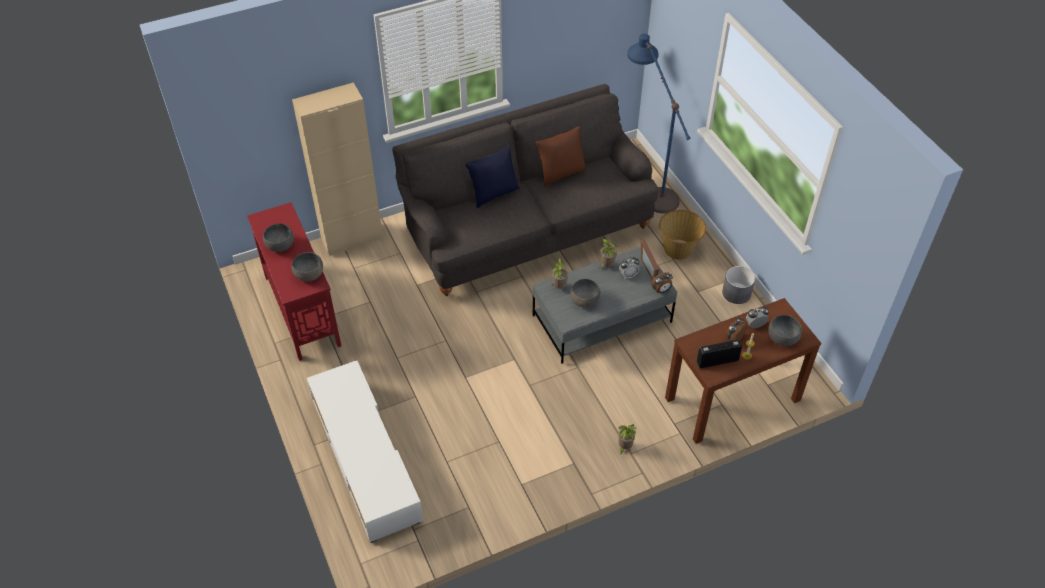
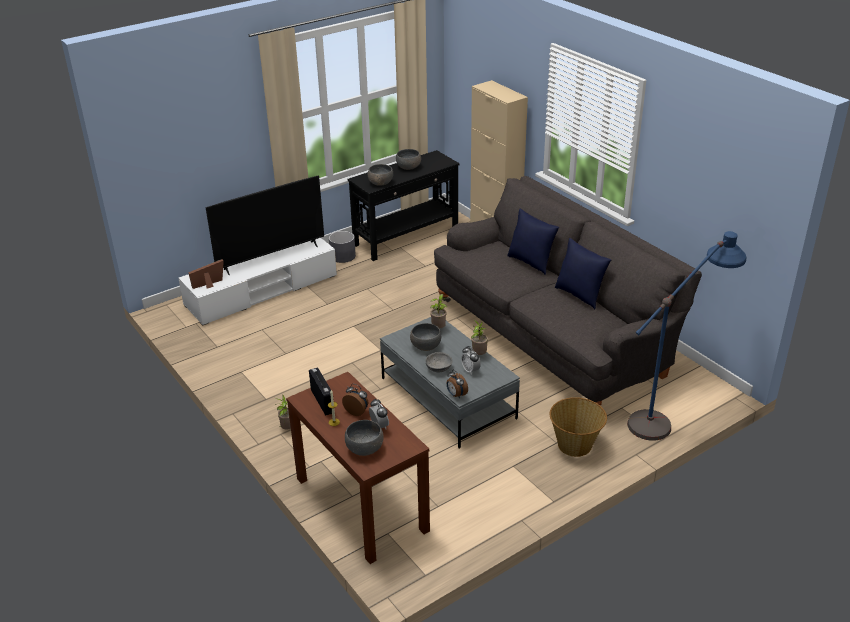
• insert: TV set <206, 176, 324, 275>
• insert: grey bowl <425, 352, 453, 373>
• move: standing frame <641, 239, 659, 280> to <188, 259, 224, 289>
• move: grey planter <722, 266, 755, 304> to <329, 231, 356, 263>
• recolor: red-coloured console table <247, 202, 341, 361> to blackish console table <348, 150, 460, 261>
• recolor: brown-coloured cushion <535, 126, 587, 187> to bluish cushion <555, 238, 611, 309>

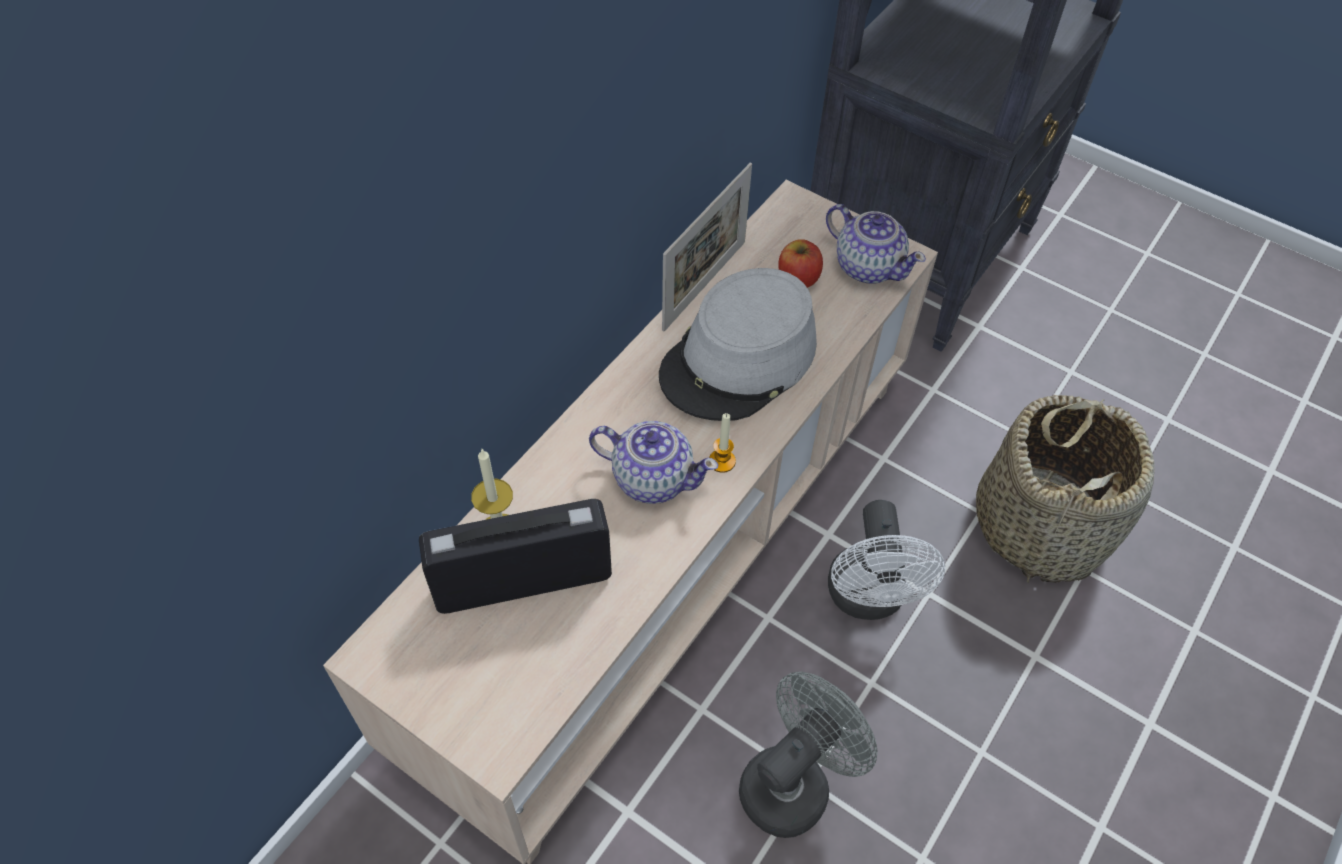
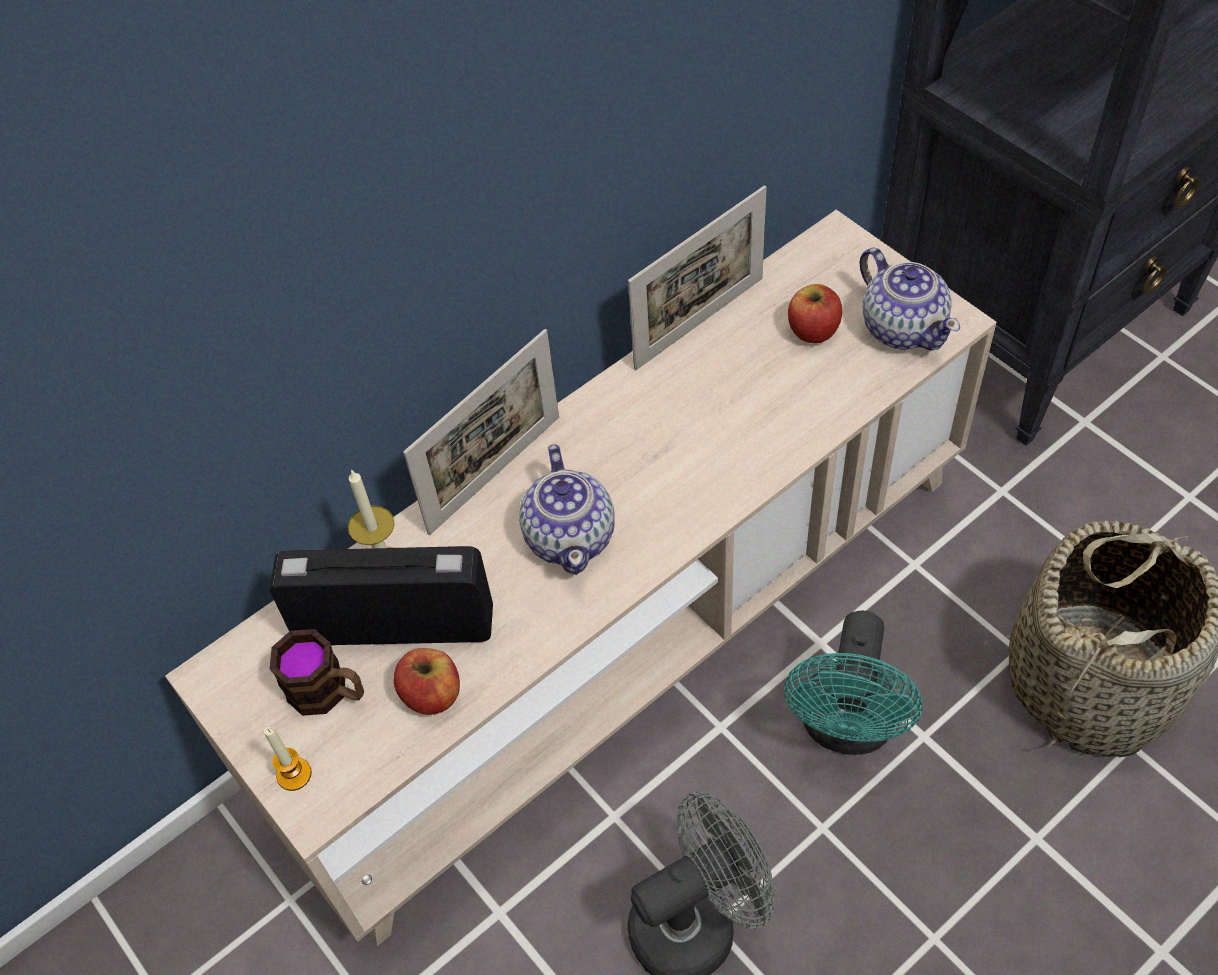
• delete: grey hat <659, 268, 817, 421>
• insert: mug <270, 629, 364, 716>
• insert: apple fruit <394, 648, 460, 715>
• insert: standing frame <403, 329, 559, 535>
• move: candle <709, 413, 736, 473> to <264, 727, 312, 791>
• recolor: white-coloured fan <828, 500, 945, 620> to turquoise fan <784, 610, 922, 755>
• rotate: teapot <589, 421, 718, 504> = <519, 444, 614, 575> 45 degrees clockwise

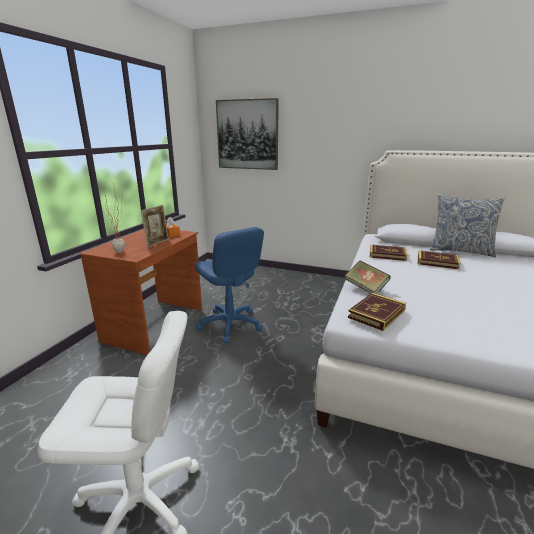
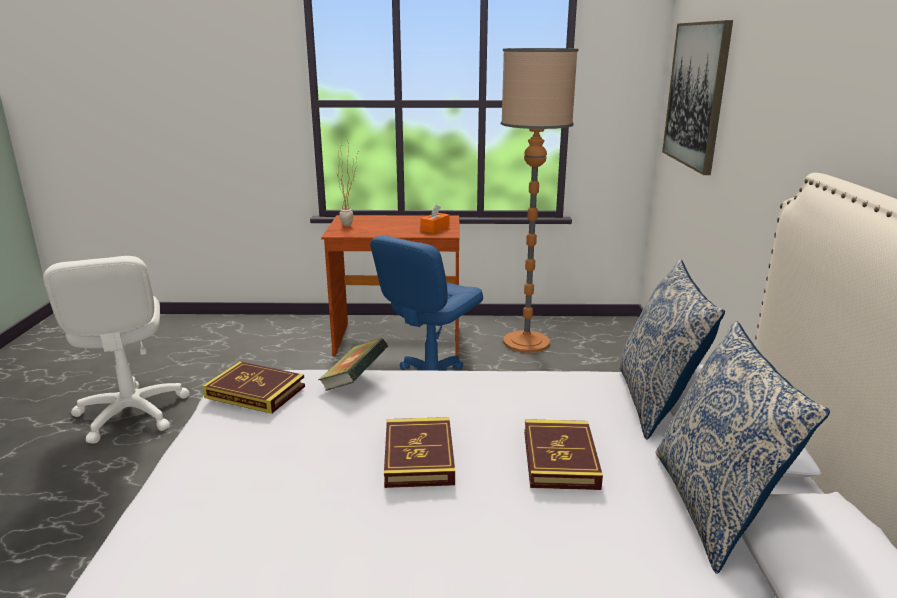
• delete: standing frame <141, 205, 169, 247>
• insert: floor lamp <501, 48, 578, 353>
• insert: cushion <619, 260, 725, 440>
• move: volume <369, 245, 408, 261> to <384, 417, 455, 488>

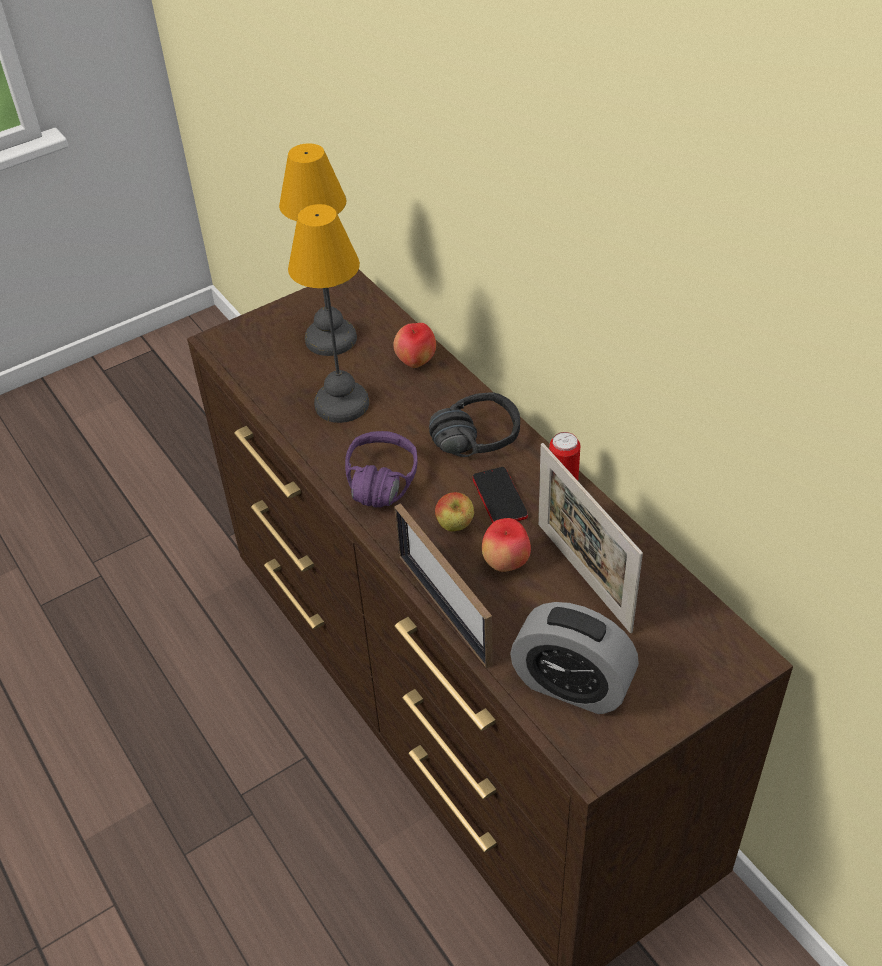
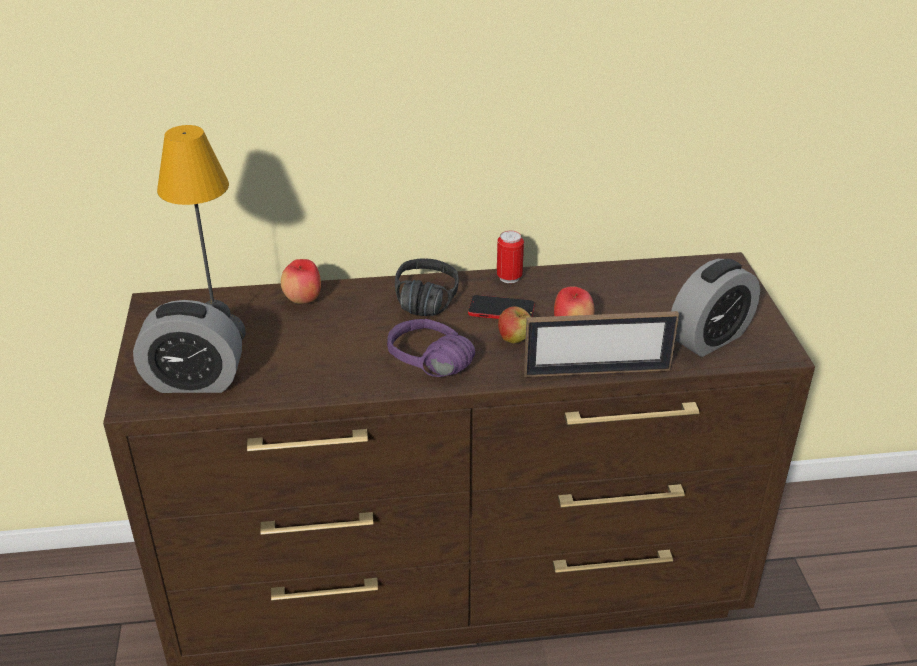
• delete: table lamp <288, 204, 369, 423>
• delete: standing frame <538, 443, 643, 633>
• insert: alarm clock <133, 300, 242, 393>

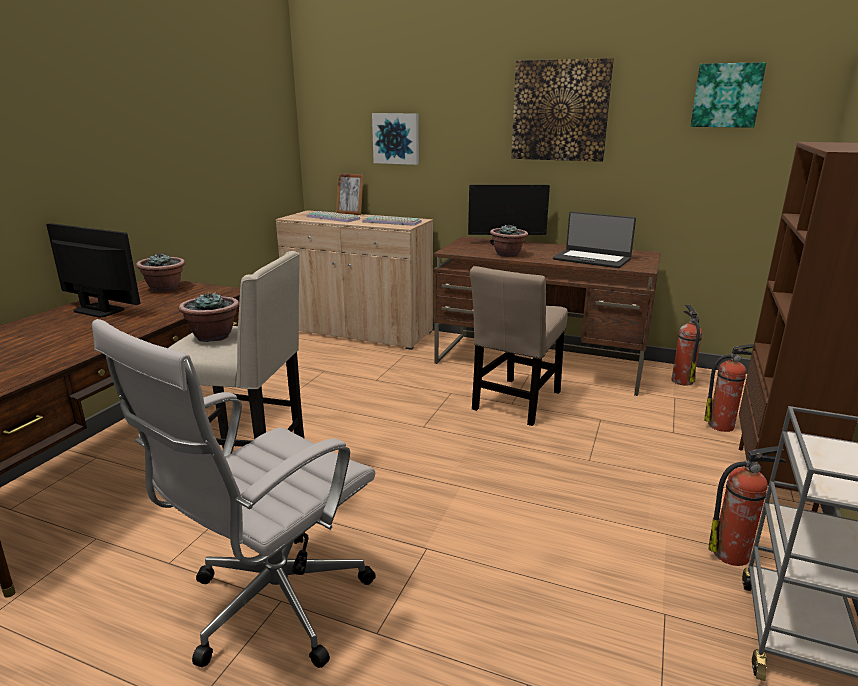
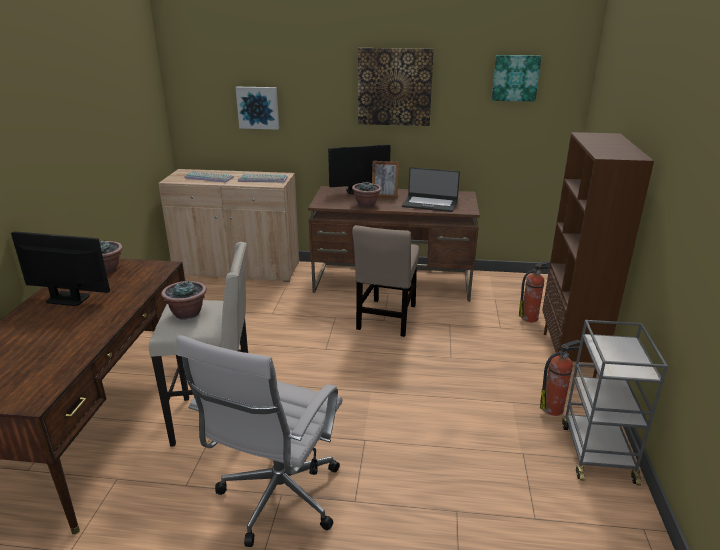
• delete: fire-fighting cylinder <672, 304, 702, 385>
• move: standing frame <336, 173, 364, 215> to <372, 161, 399, 198>

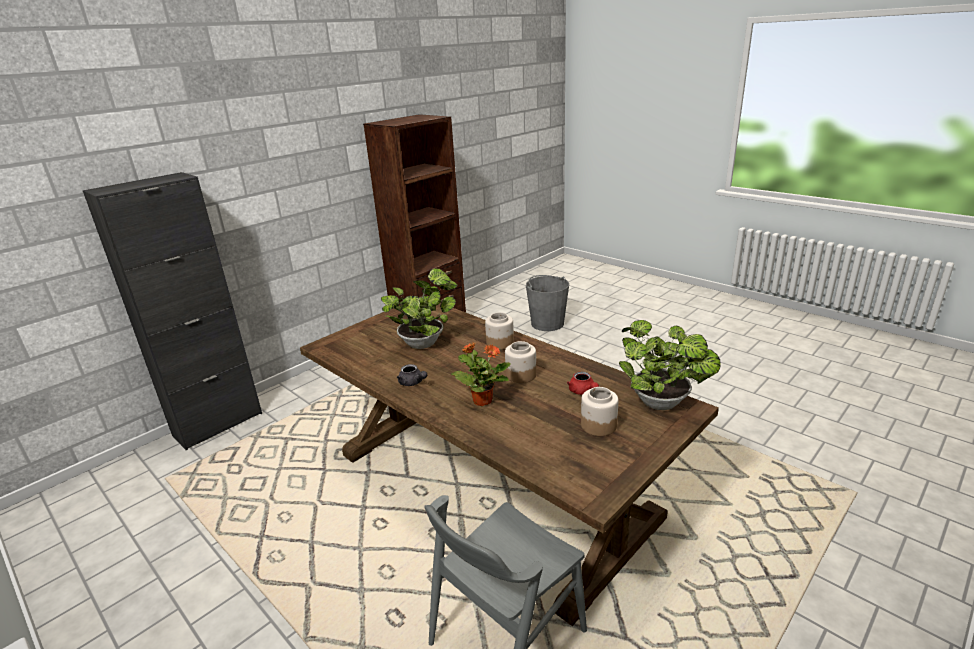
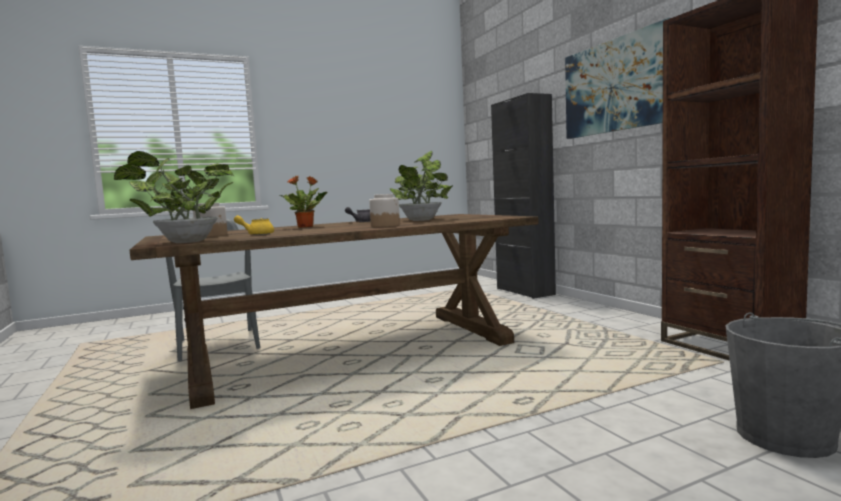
• delete: jar <505, 341, 536, 383>
• insert: picture <565, 18, 670, 139>
• recolor: red-coloured teapot <567, 372, 599, 395> to yellowish teapot <234, 215, 274, 235>

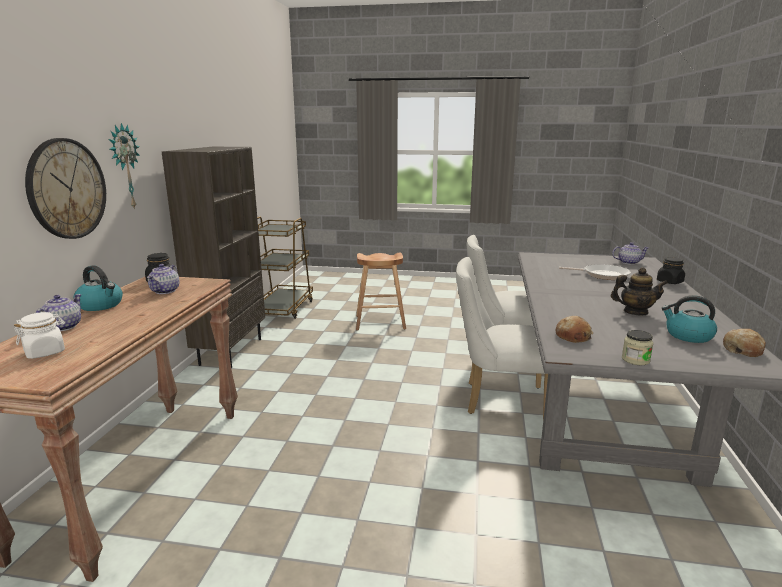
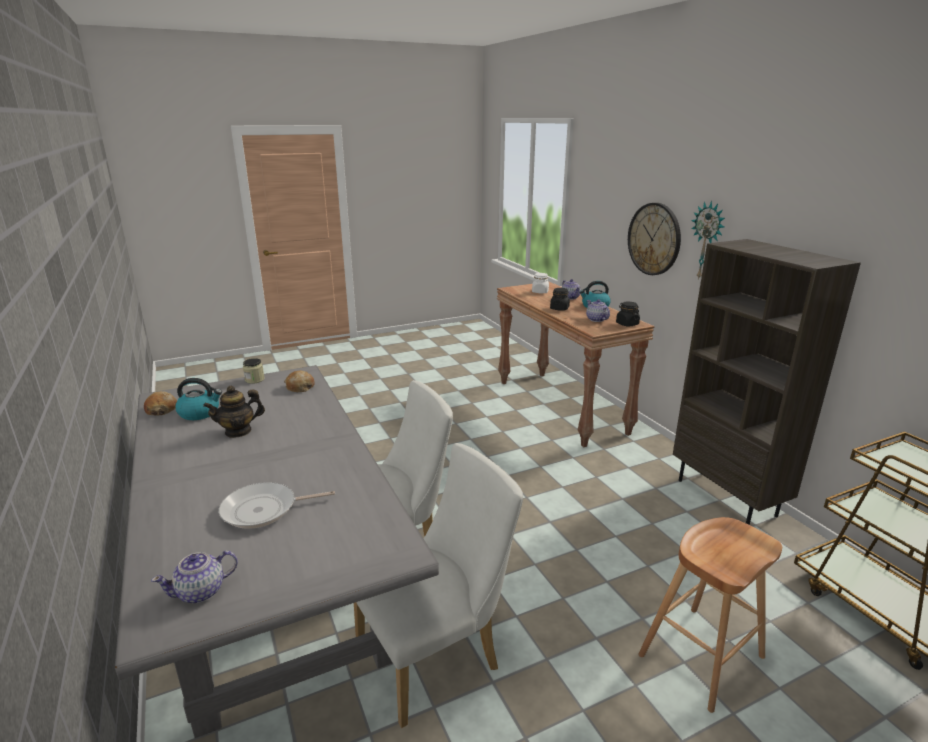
• move: blackish jar <657, 257, 685, 284> to <550, 288, 570, 311>

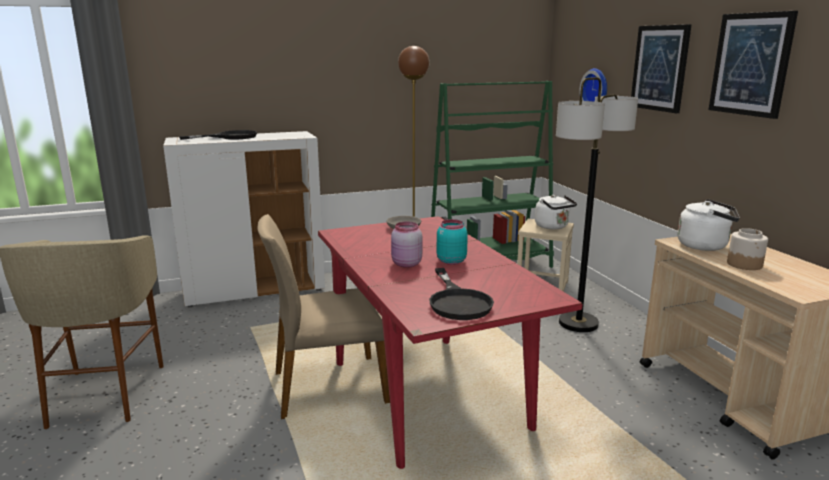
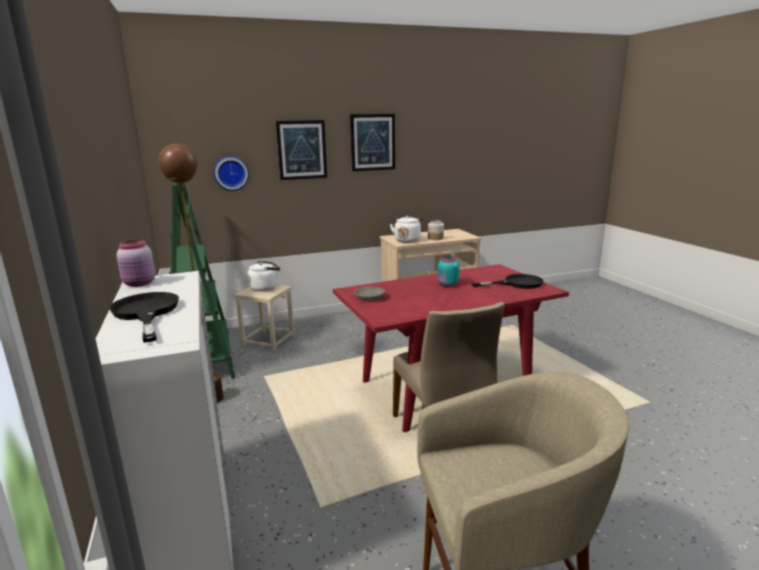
• delete: floor lamp <556, 77, 638, 332>
• move: pink jar <391, 221, 422, 268> to <117, 240, 155, 287>

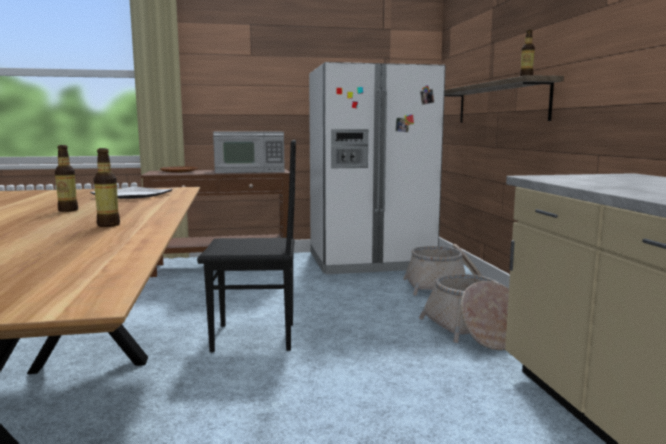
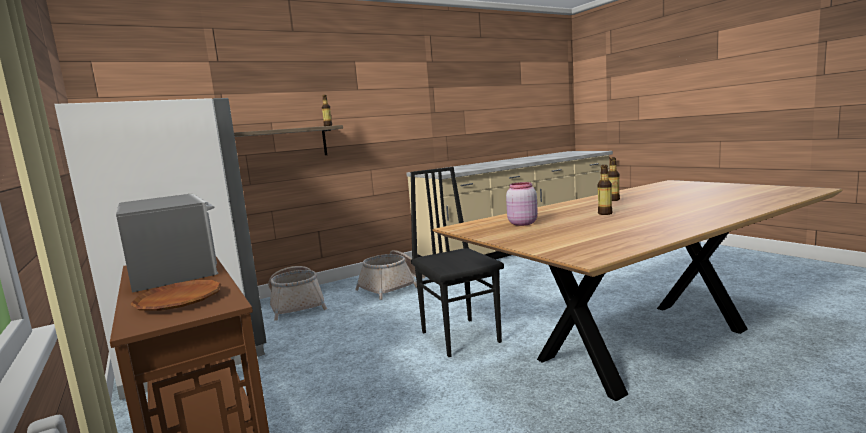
• replace: plate <90, 186, 173, 199> to pink jar <506, 182, 538, 226>

